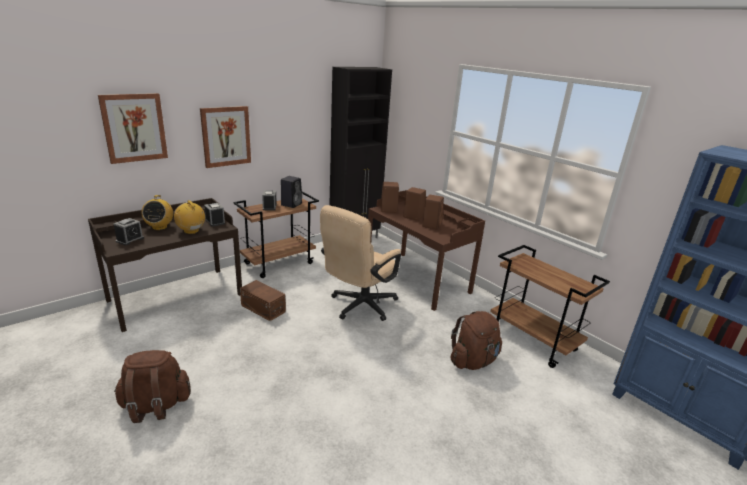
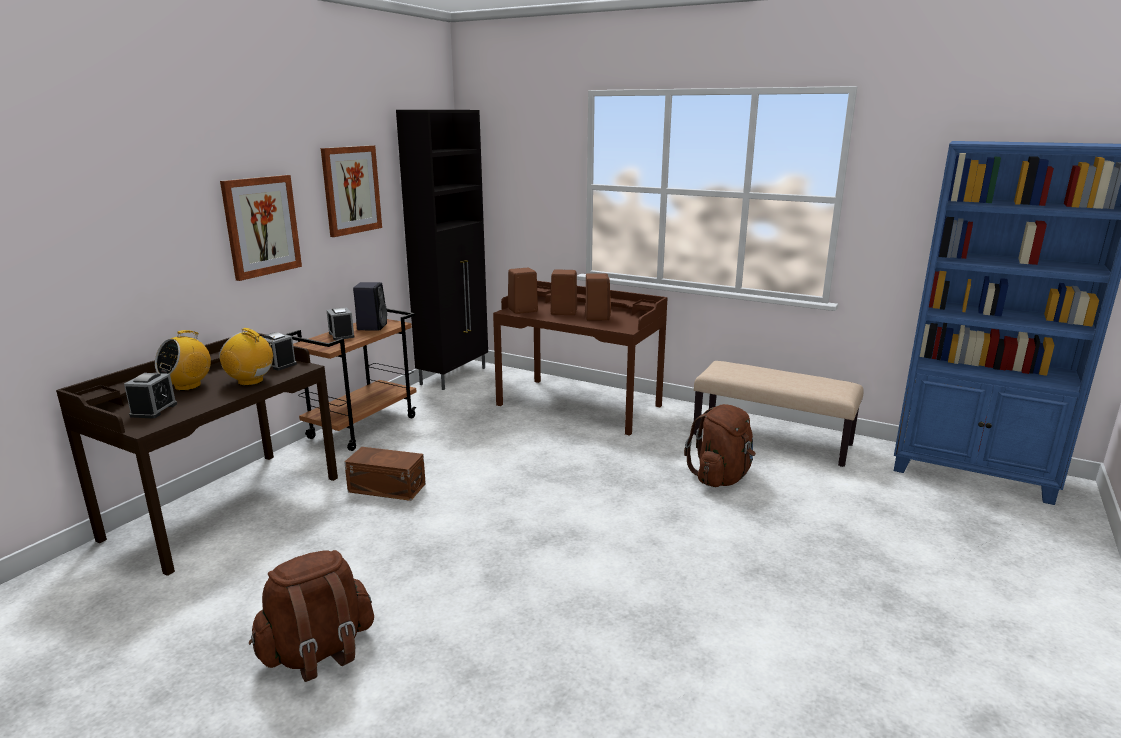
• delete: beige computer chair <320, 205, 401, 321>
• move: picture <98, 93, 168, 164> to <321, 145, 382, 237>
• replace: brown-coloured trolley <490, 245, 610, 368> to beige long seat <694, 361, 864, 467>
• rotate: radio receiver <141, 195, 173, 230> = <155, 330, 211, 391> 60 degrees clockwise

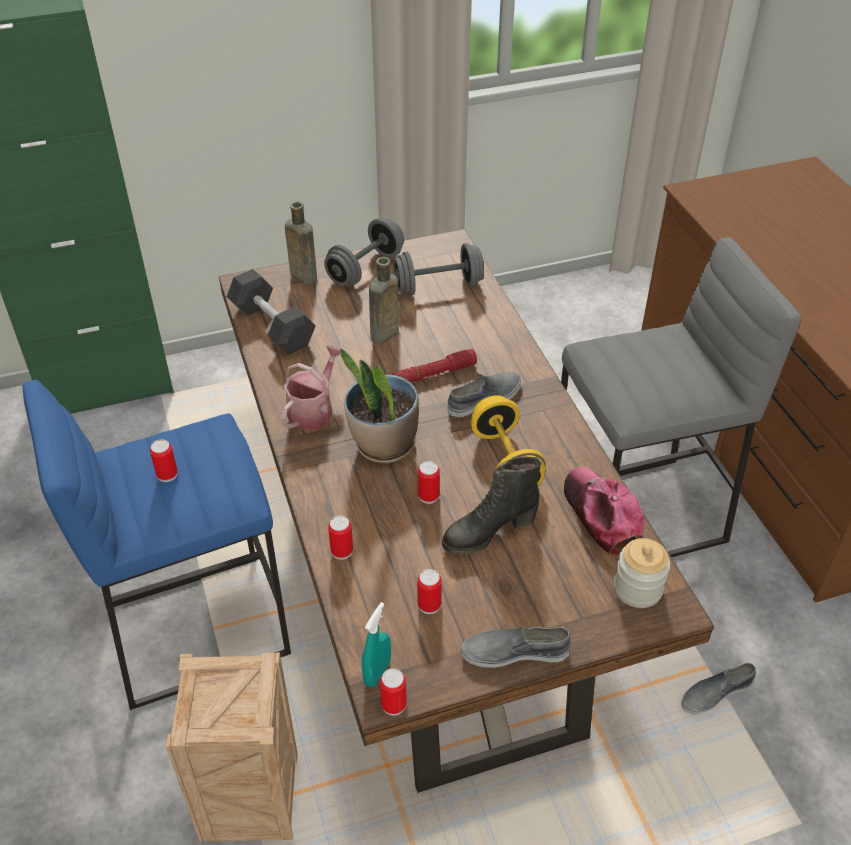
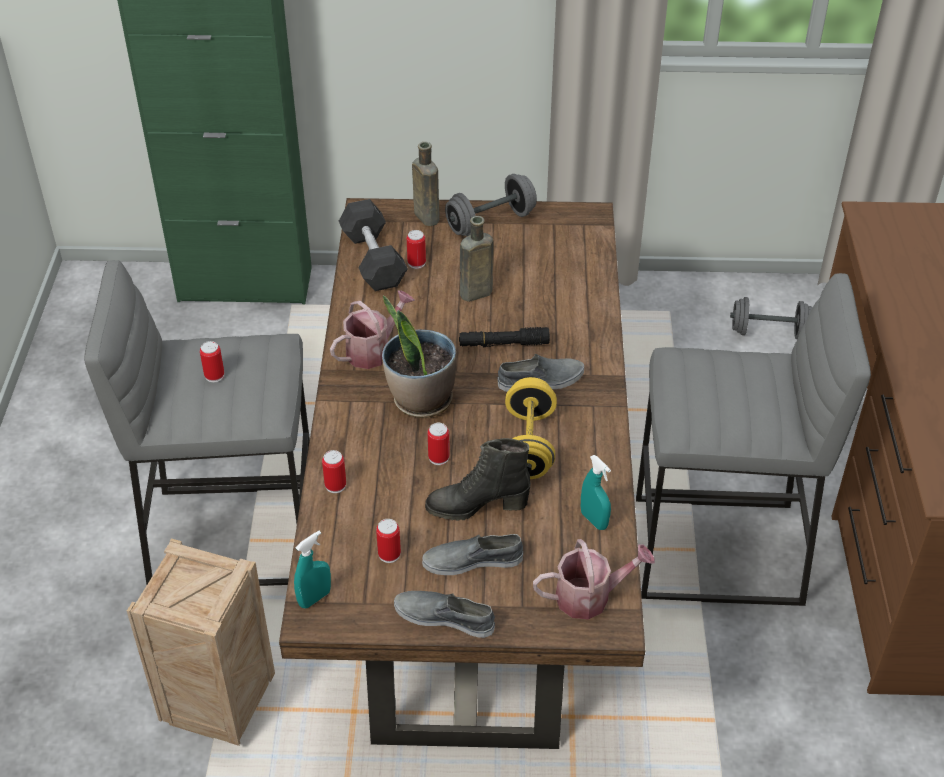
• move: metal can <380, 668, 407, 716> to <407, 230, 426, 269>
• move: grey dumbbell <392, 243, 484, 296> to <730, 297, 812, 339>
• move: grey low shoe <682, 663, 755, 714> to <422, 534, 523, 575>
• replace: baseball cap <564, 466, 644, 556> to turquoise sprayer <581, 455, 611, 530>
• replace: jar <614, 538, 670, 608> to watering can <533, 539, 655, 619>
• recolor: bluish stool seat <23, 380, 291, 710> to grey stool seat <84, 260, 310, 586>
• recolor: red-coloured flashlight <392, 349, 477, 382> to blackish flashlight <459, 327, 550, 348>

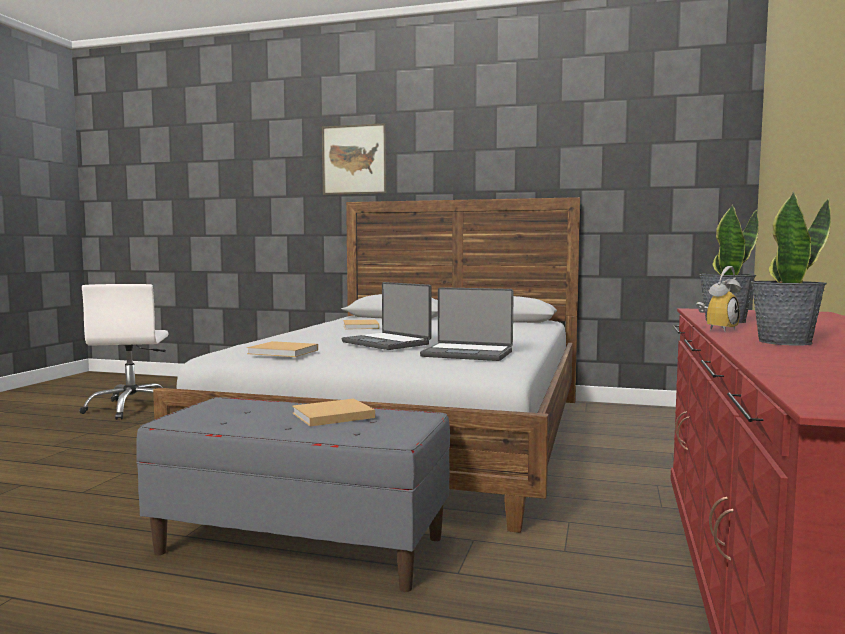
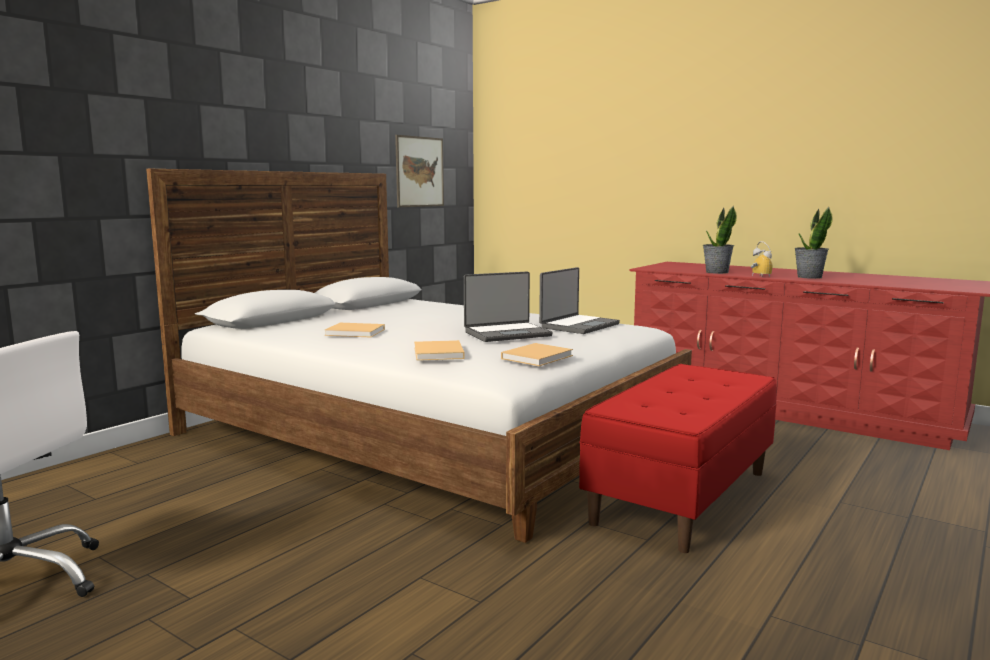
• move: beige volume <292, 399, 375, 426> to <414, 340, 465, 361>
• move: picture <322, 123, 387, 195> to <395, 135, 444, 207>
• recolor: grey long seat <136, 397, 450, 592> to red-coloured long seat <579, 364, 777, 553>

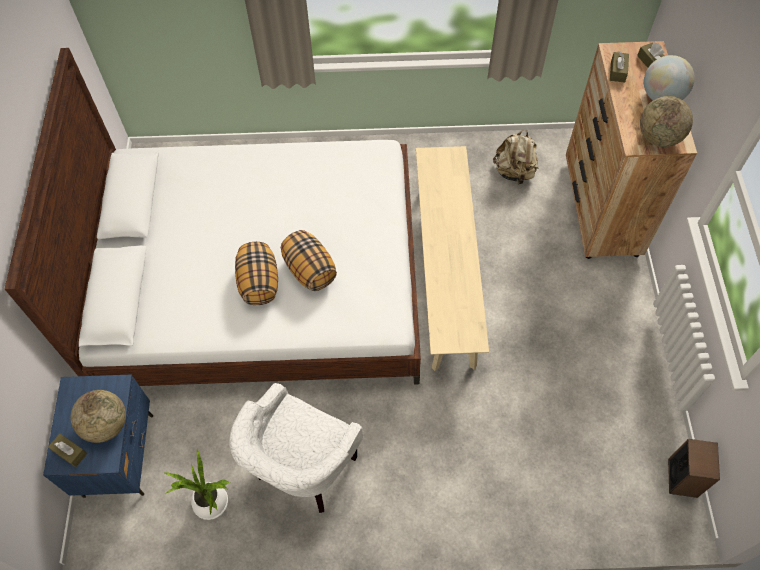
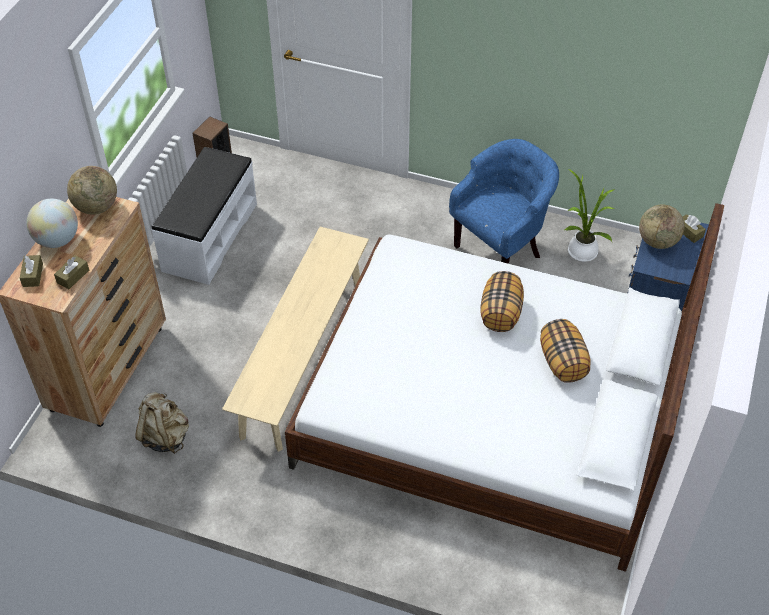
• insert: white-coloured long seat <151, 147, 257, 285>
• move: cushion <281, 230, 337, 291> to <540, 319, 591, 383>
• recolor: white-coloured armchair <229, 383, 364, 513> to bluish armchair <449, 139, 559, 264>

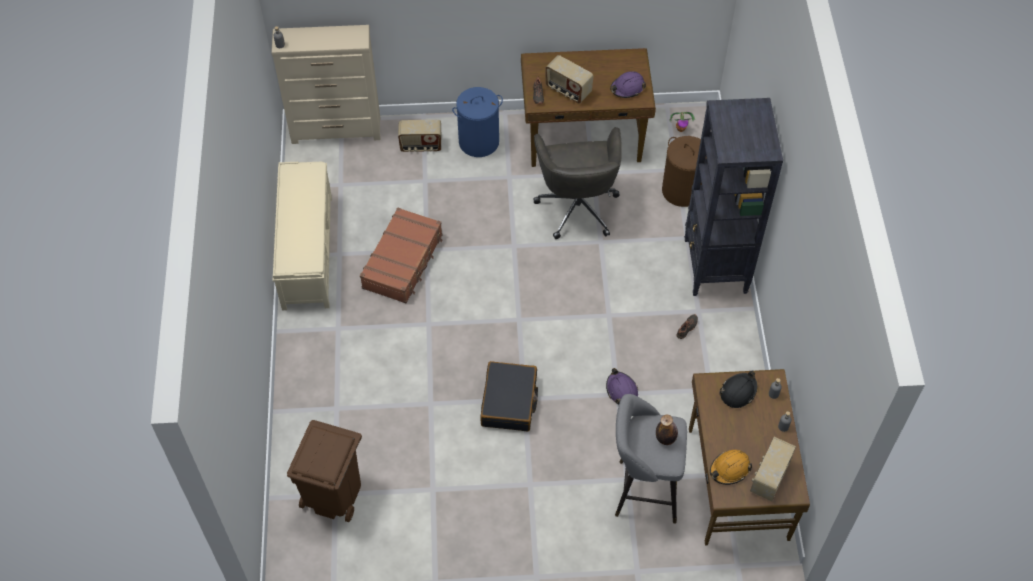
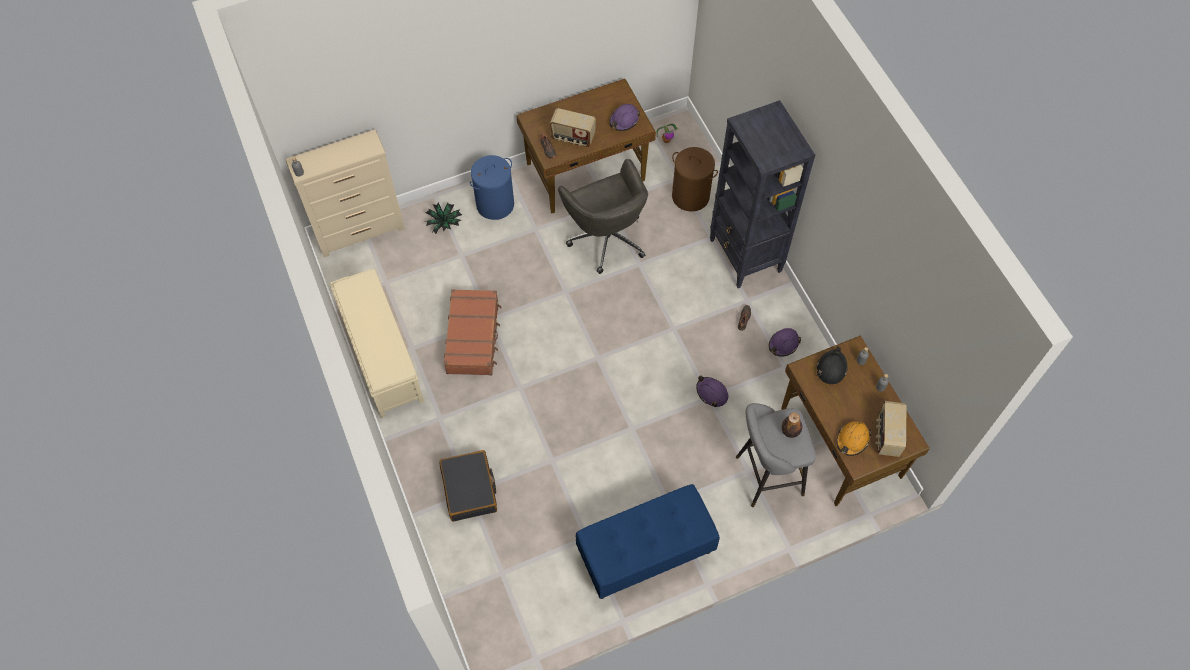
• delete: brown-coloured waste bin <287, 420, 362, 522>
• insert: bluish long seat <576, 484, 720, 599>
• insert: purple-coloured work helmet <769, 328, 801, 357>
• move: blackish suitcase <480, 361, 538, 431> to <439, 450, 497, 522>
• replace: radio receiver <398, 120, 441, 152> to potted plant <425, 202, 462, 234>

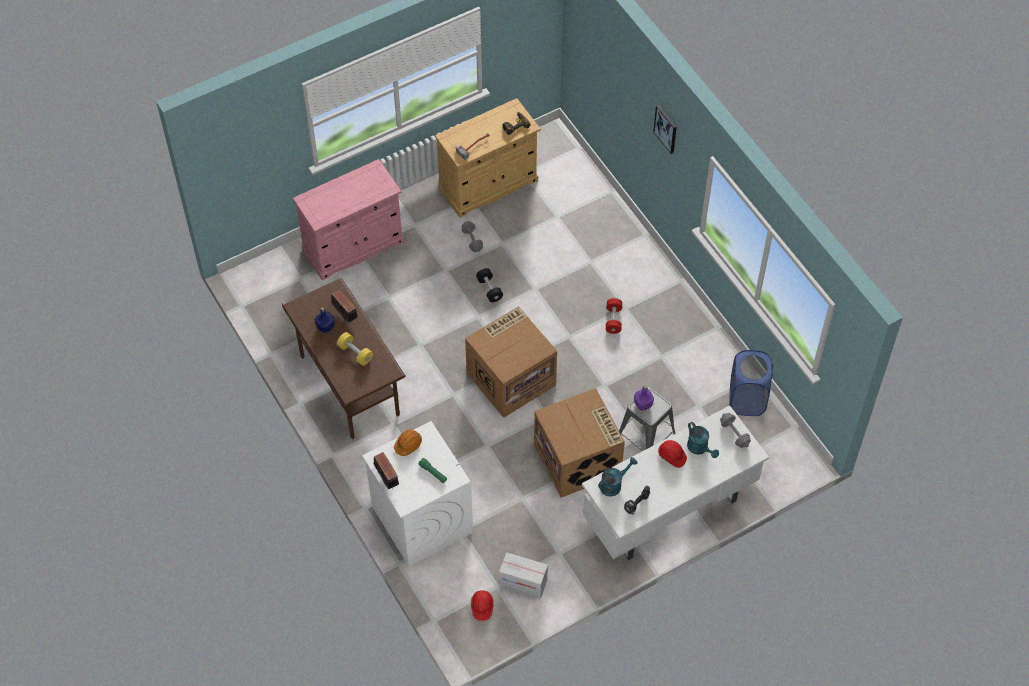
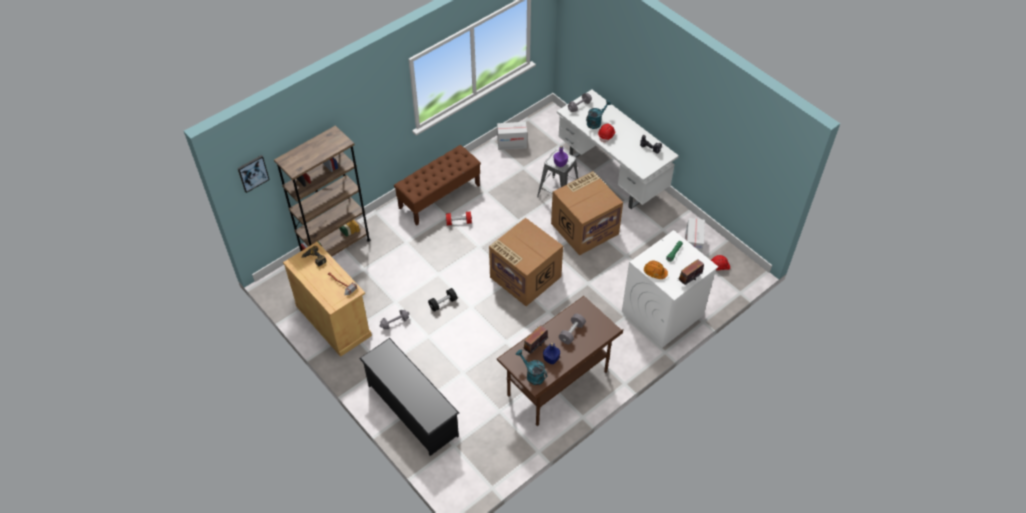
• insert: brown-coloured bookshelf <274, 125, 370, 257>
• insert: brown-coloured long seat <394, 145, 481, 226>
• move: turquoise watering can <598, 457, 638, 496> to <516, 350, 547, 385>
• move: picture <653, 105, 677, 154> to <238, 155, 270, 193>
• replace: pink storage cabinet <293, 159, 404, 281> to blackish shoe stand <359, 338, 459, 456>
• replace: bluish washing basket <729, 350, 773, 416> to packing box <497, 122, 527, 150>
• recolor: yellowish dumbbell <337, 332, 373, 366> to grey dumbbell <559, 313, 586, 344>

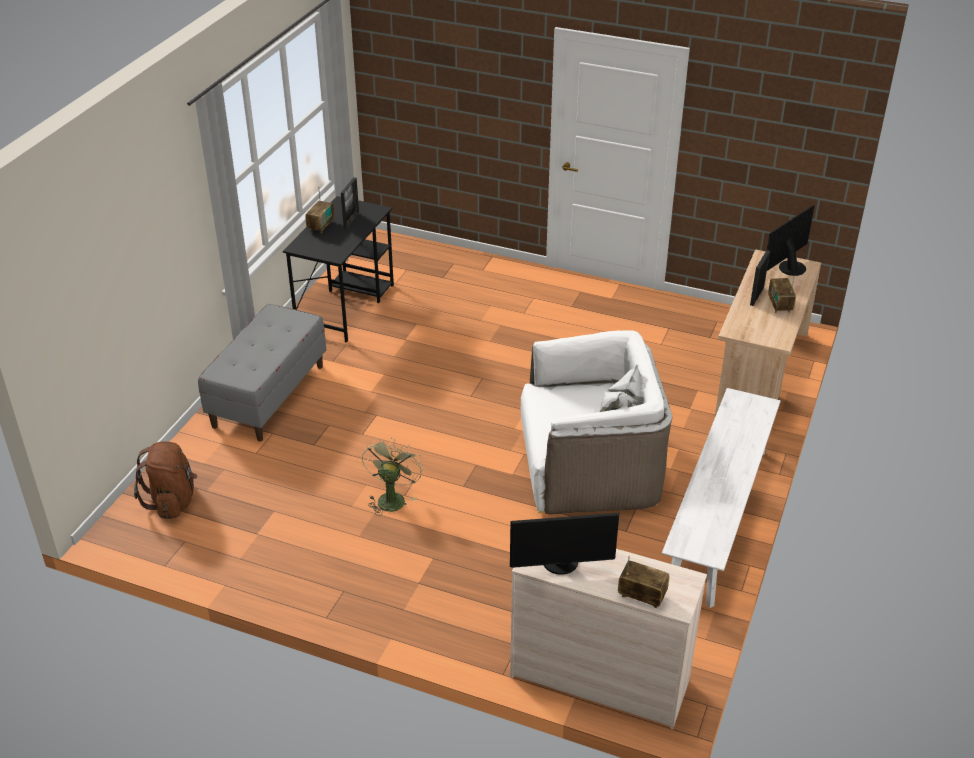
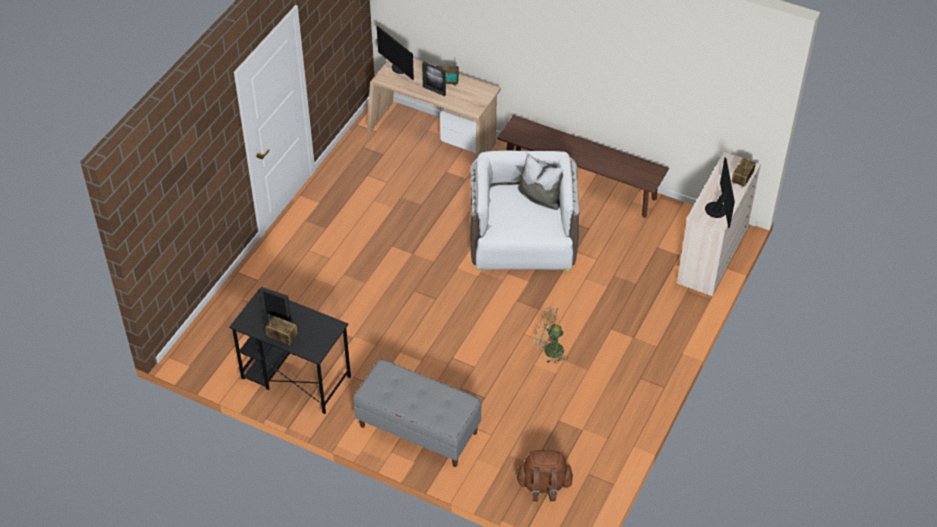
• recolor: white-coloured long seat <662, 388, 781, 608> to brown-coloured long seat <497, 115, 669, 218>

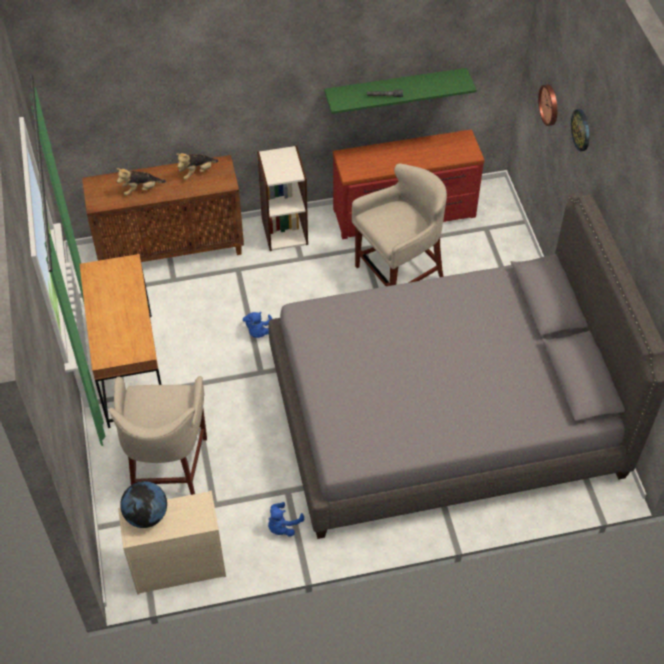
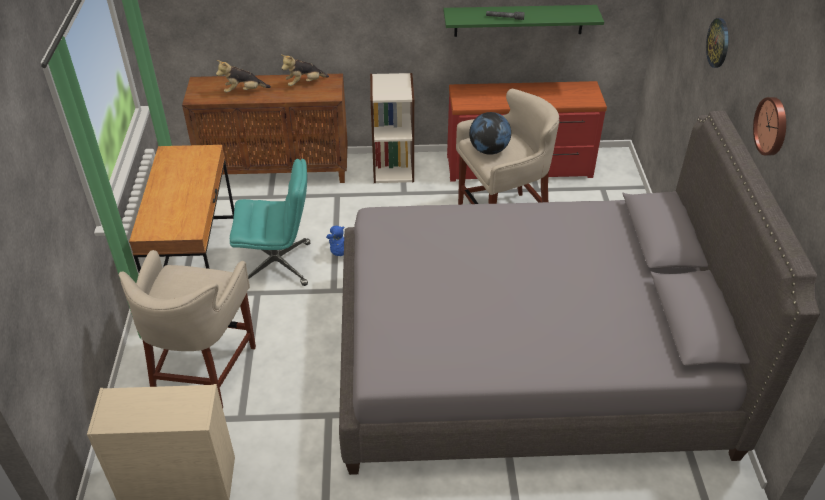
• delete: bluish cuddly toy <268, 502, 304, 537>
• insert: turquoise computer chair <230, 159, 310, 286>
• move: world globe <120, 481, 167, 528> to <469, 112, 511, 155>
• move: clock on the wall <538, 84, 557, 126> to <753, 97, 786, 156>

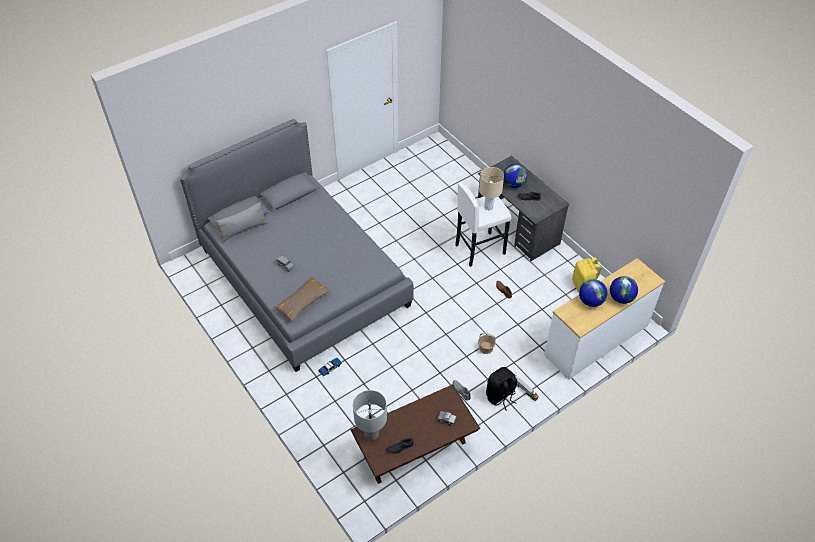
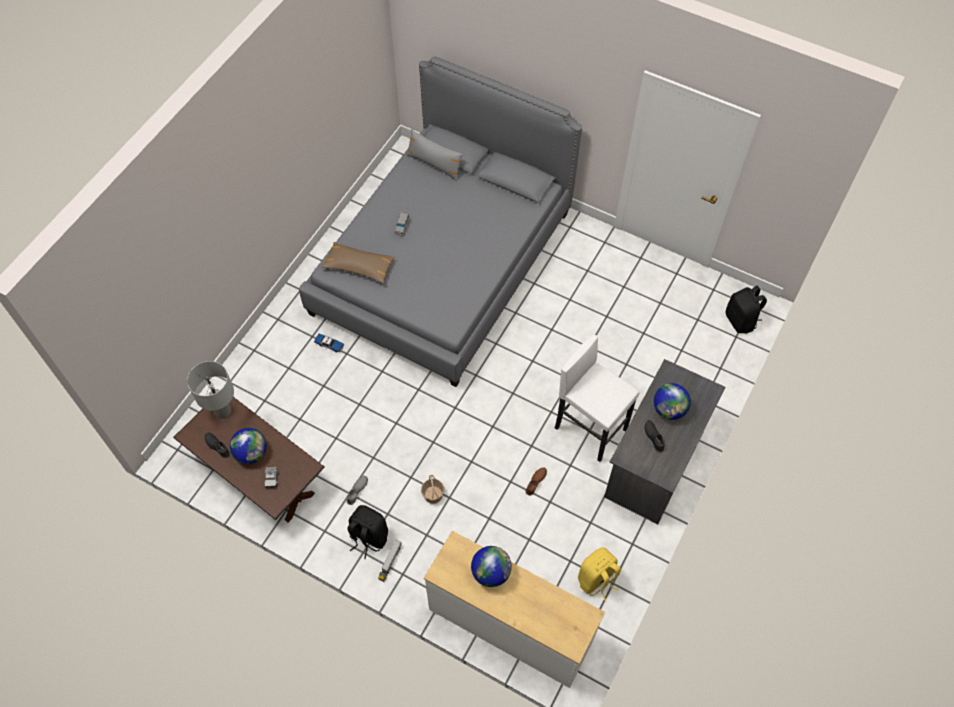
• delete: beige table lamp <479, 167, 504, 210>
• insert: blackish knapsack <725, 286, 767, 334>
• move: world globe <610, 276, 638, 304> to <230, 428, 267, 464>

